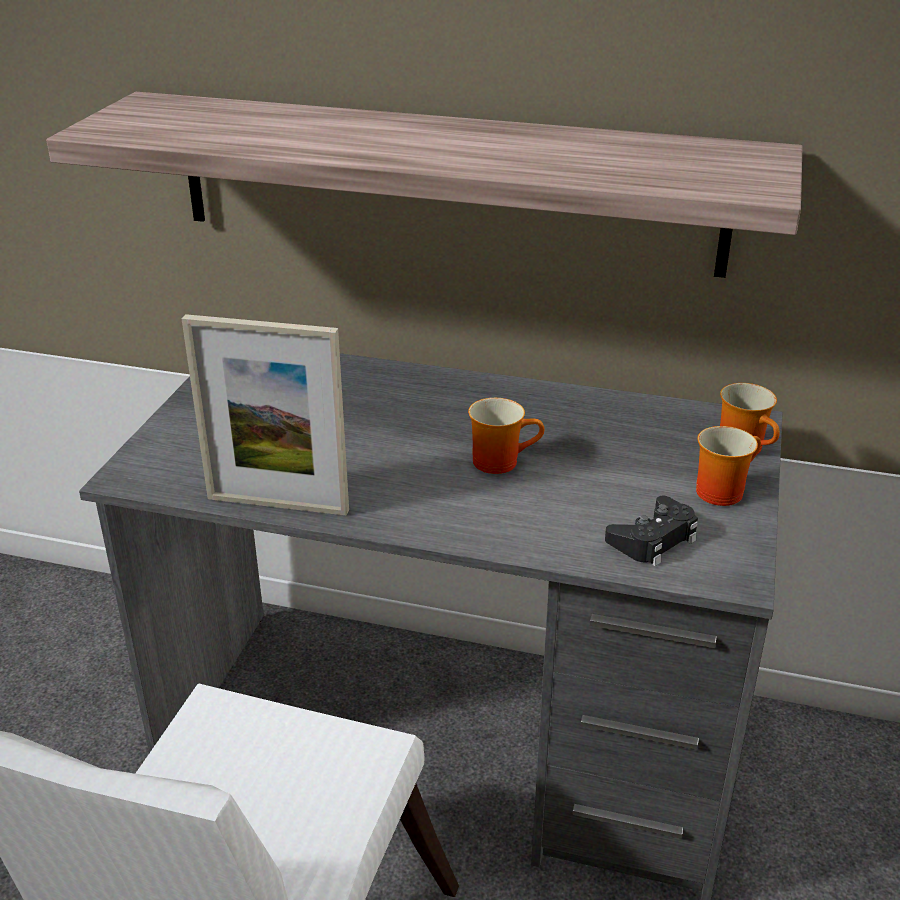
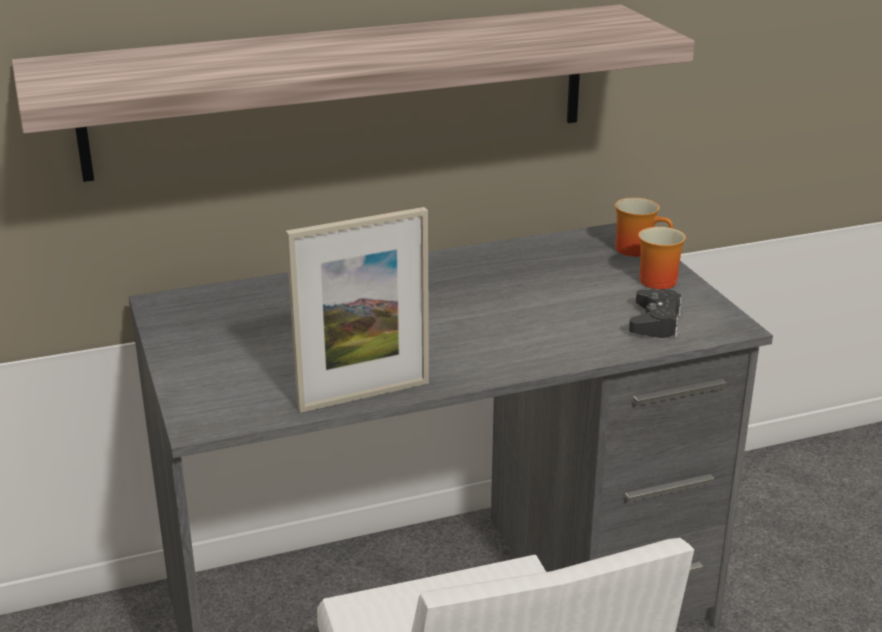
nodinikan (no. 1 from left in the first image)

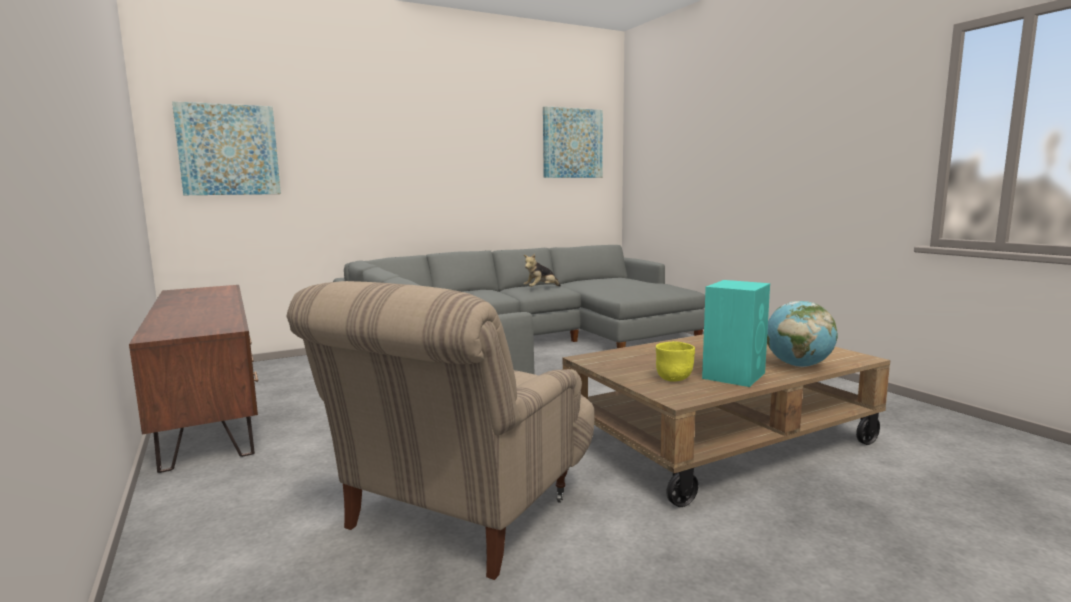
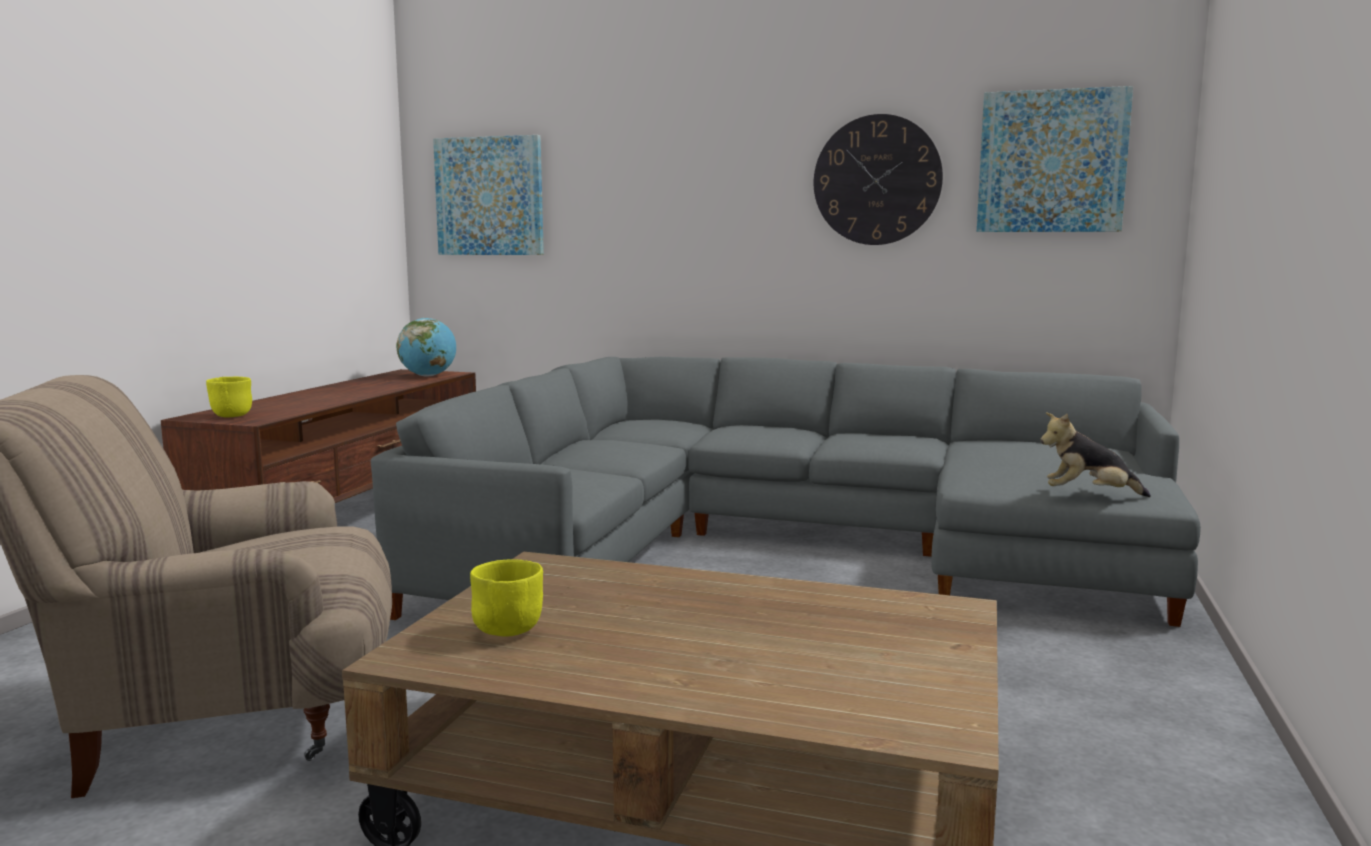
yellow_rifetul (no. 1 from left)
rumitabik
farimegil
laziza
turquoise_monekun

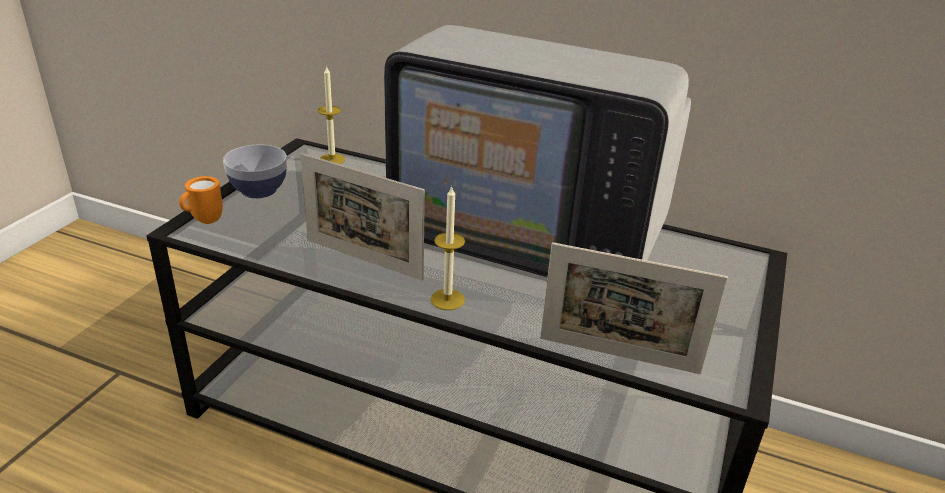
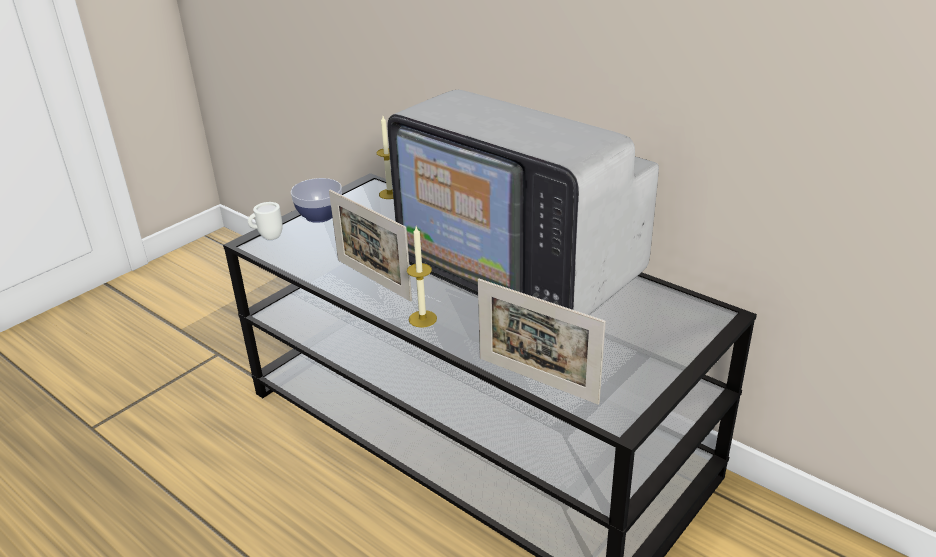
white_nodinikan

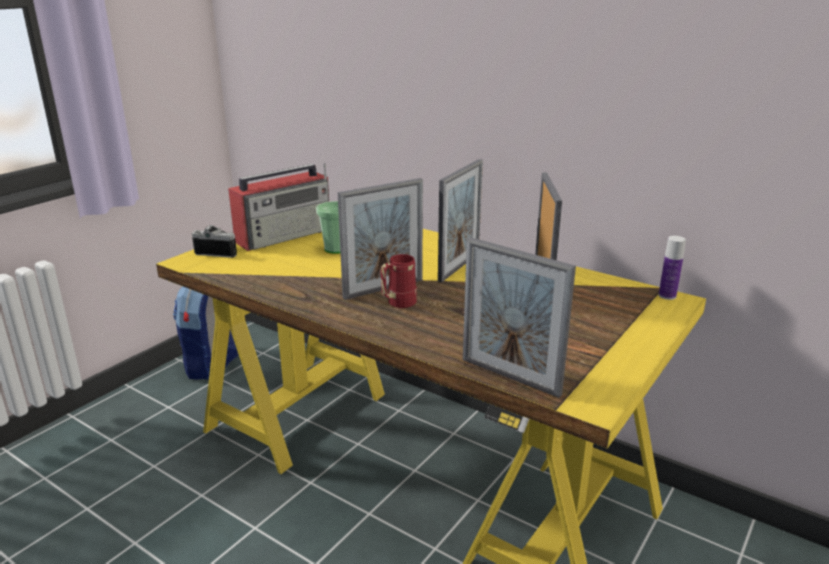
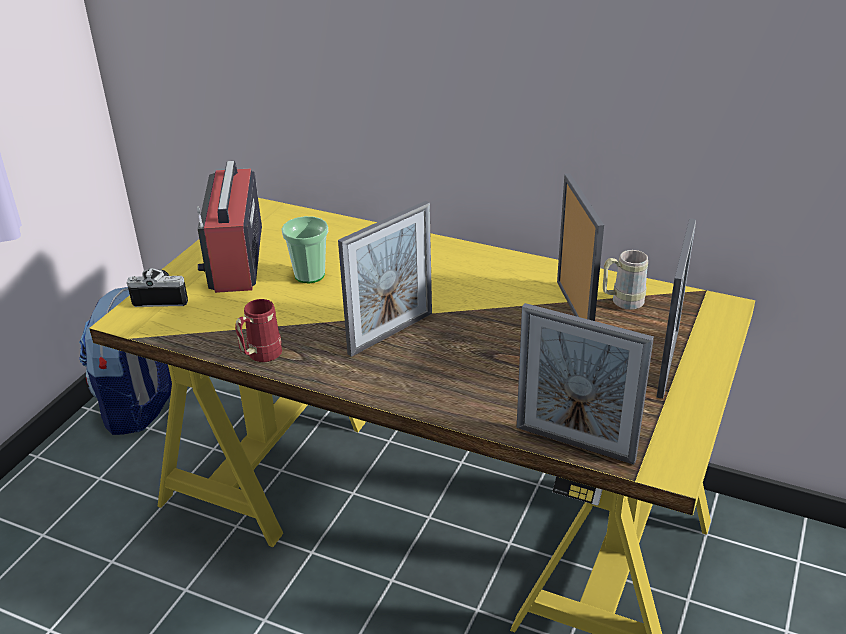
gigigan
red_nodinikan
beige_nodinikan
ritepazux (no. 4 from left)
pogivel

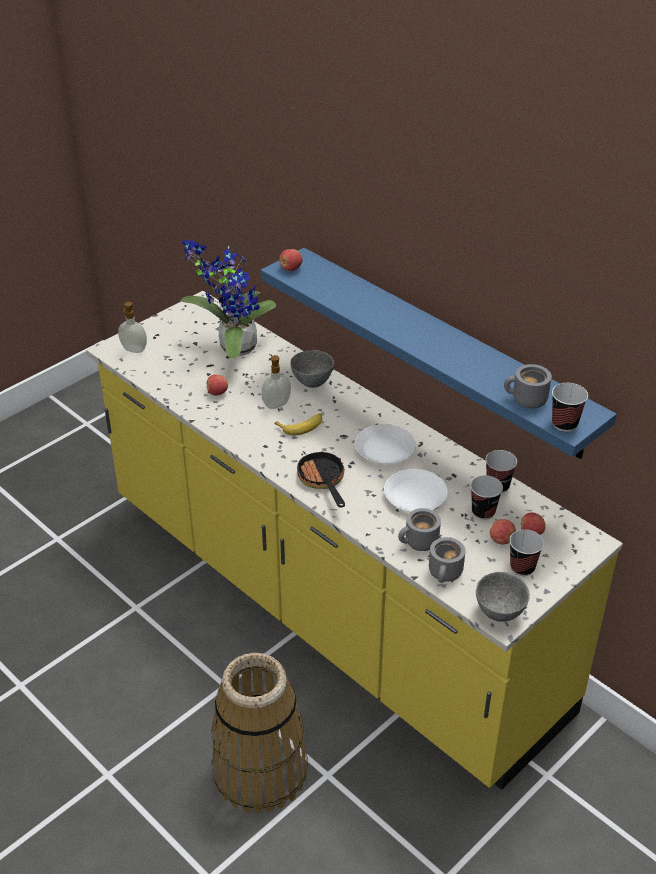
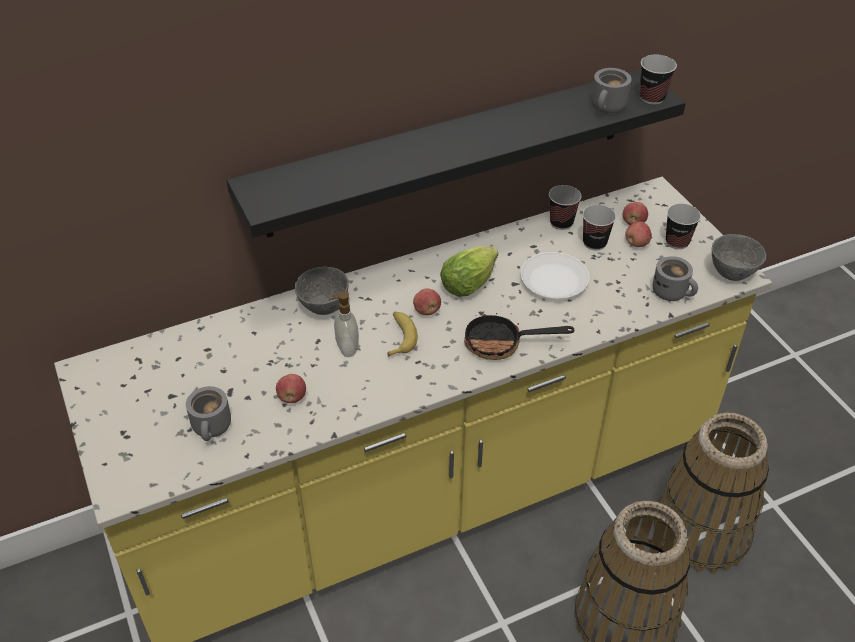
grey_nodinikan (no. 1 from left)
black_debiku
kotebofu (no. 2 from left)
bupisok
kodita (no. 2 from left)
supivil (no. 1 from left in the first image)
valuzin

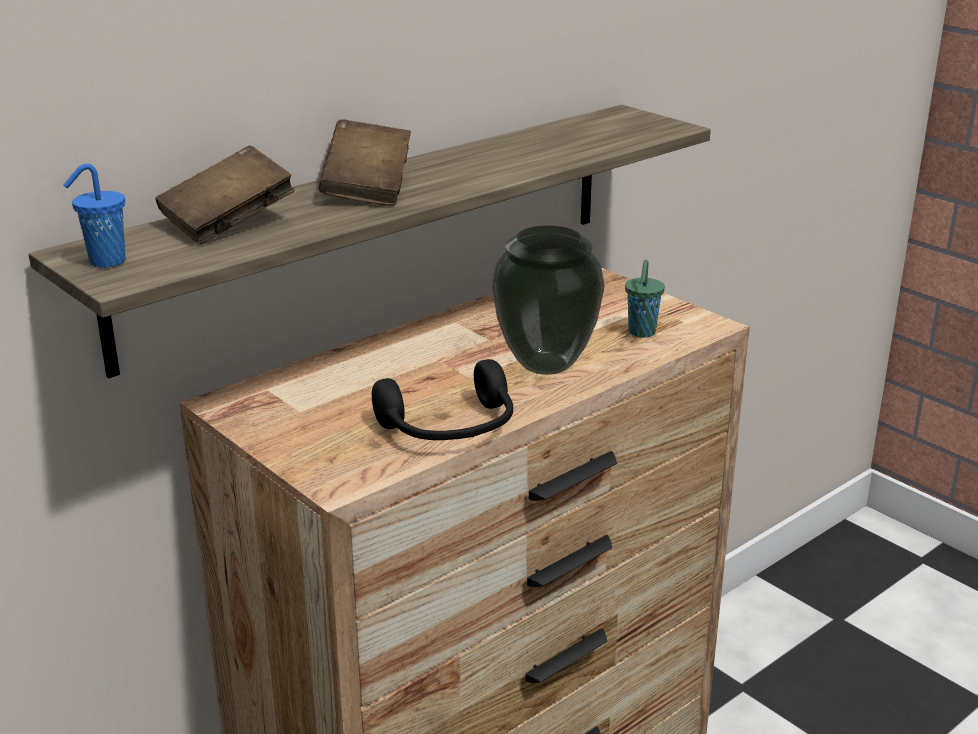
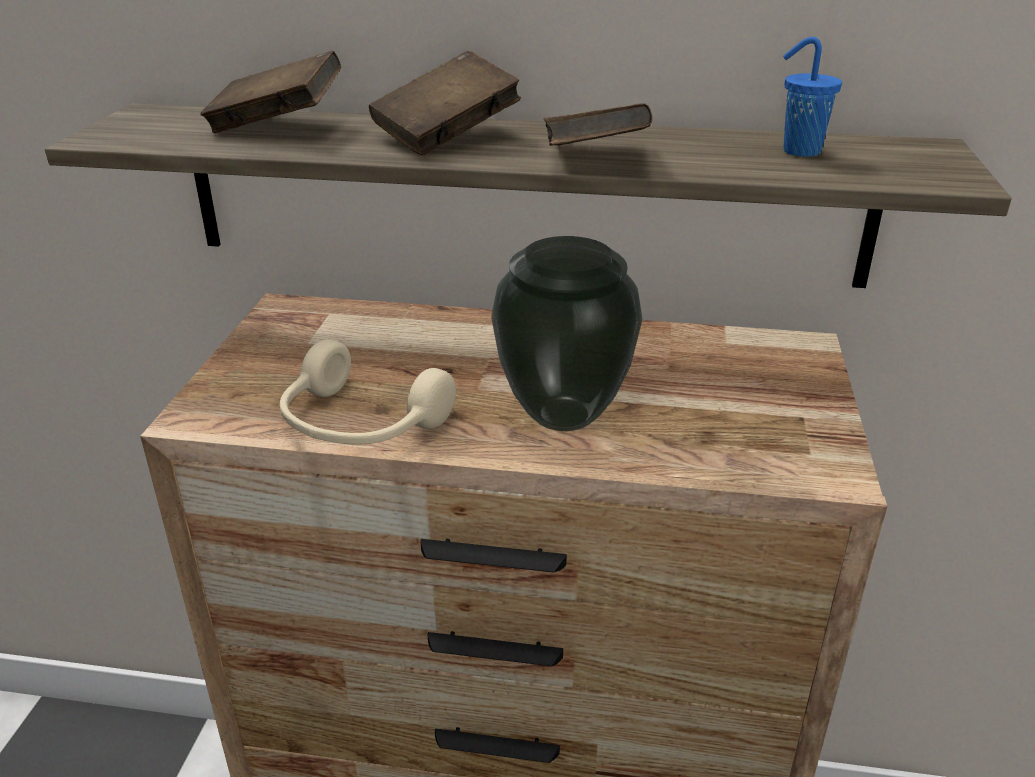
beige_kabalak
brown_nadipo (no. 3 from left)
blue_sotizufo
green_sotizufo

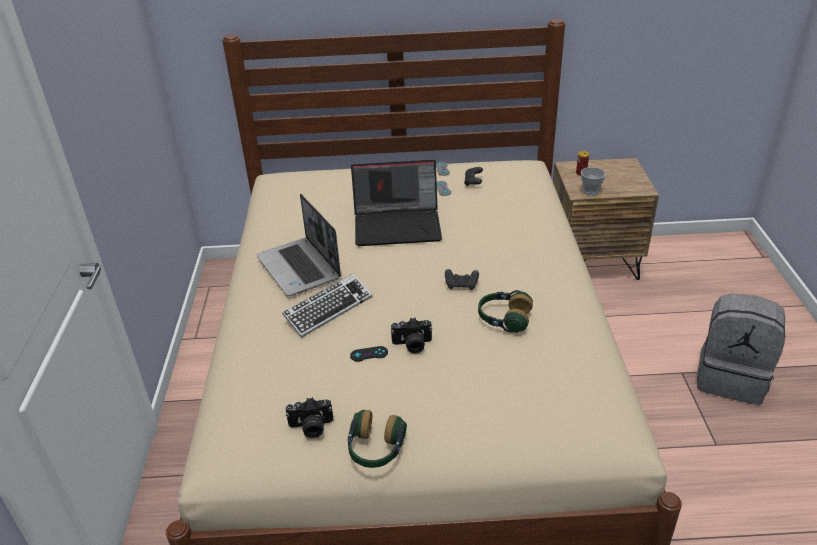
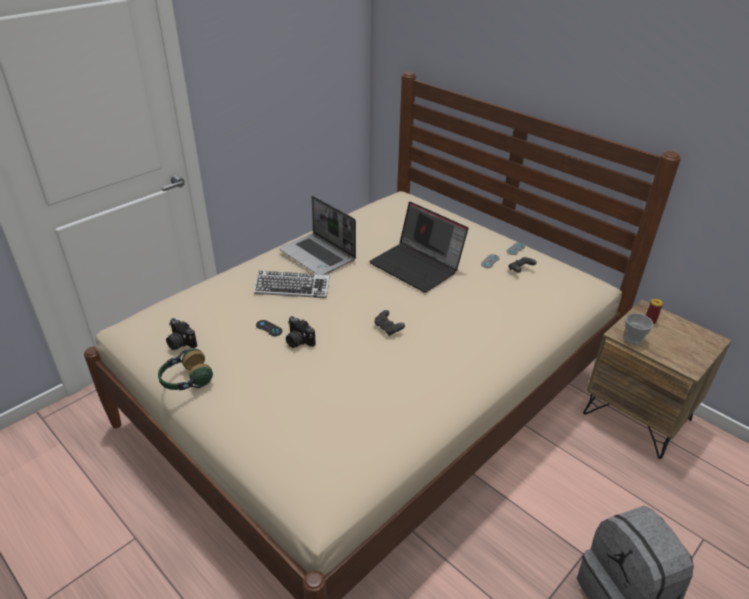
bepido (no. 1 from left)
kabalak (no. 2 from left in the first image)

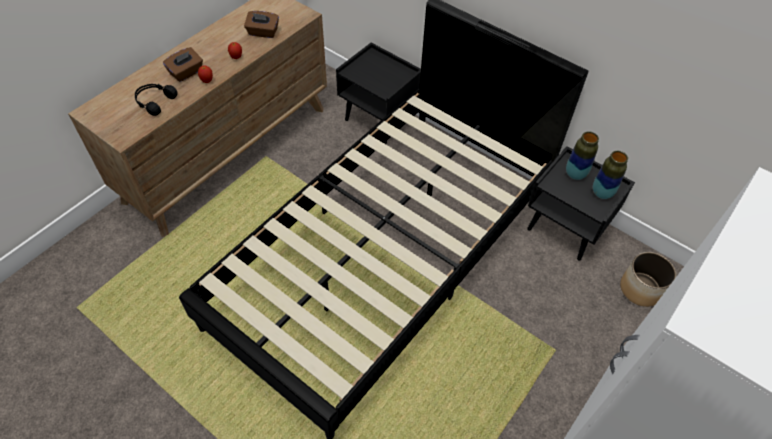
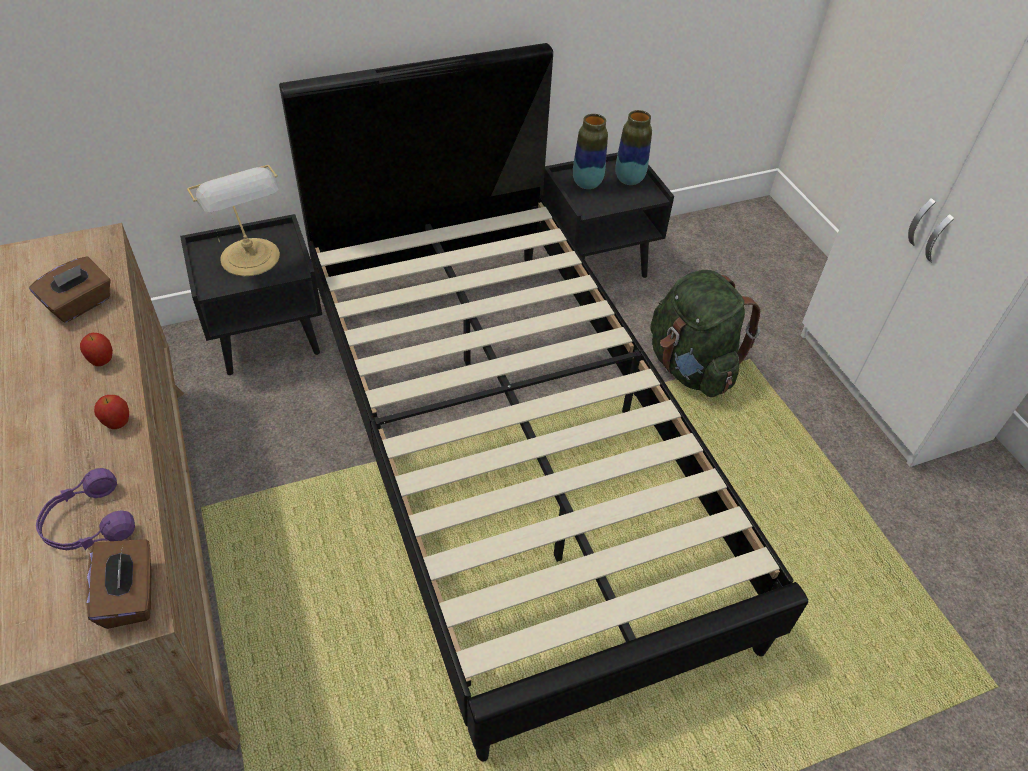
purple_kabalak
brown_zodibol (no. 2 from left)
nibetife
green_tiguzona
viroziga

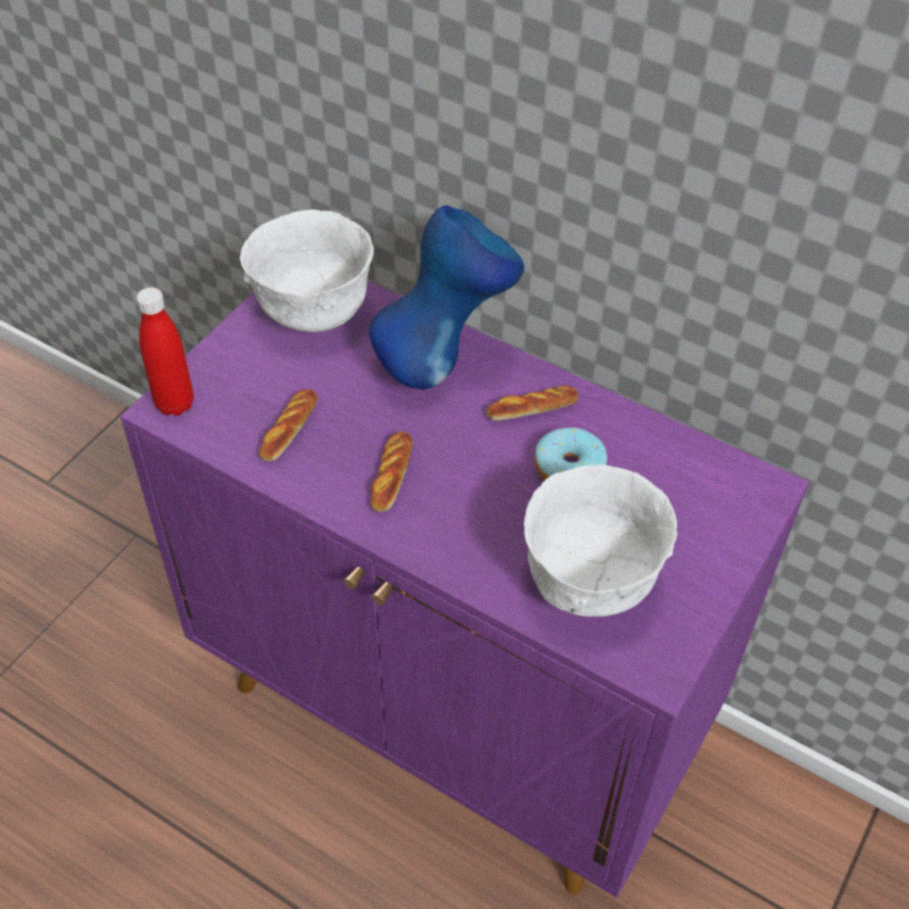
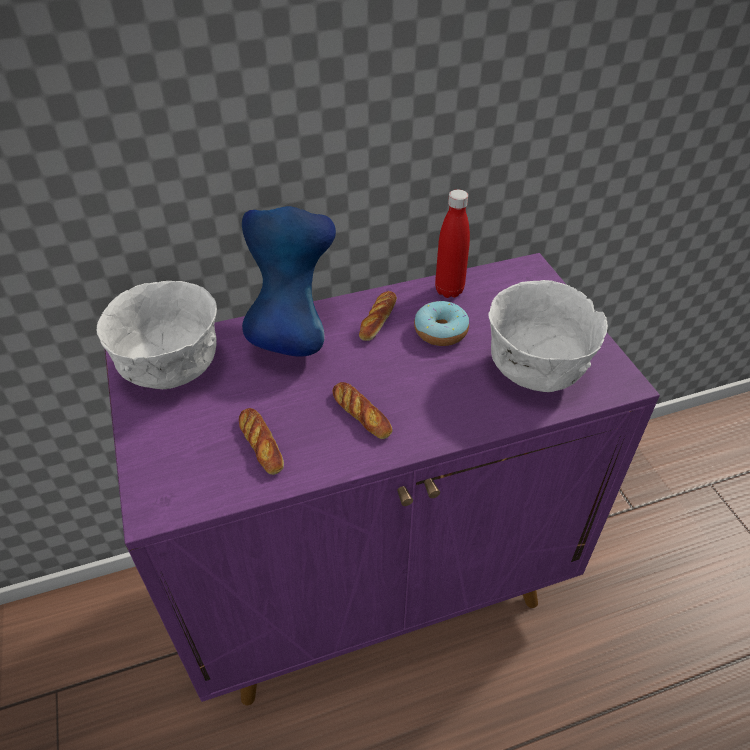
red_pogivel

